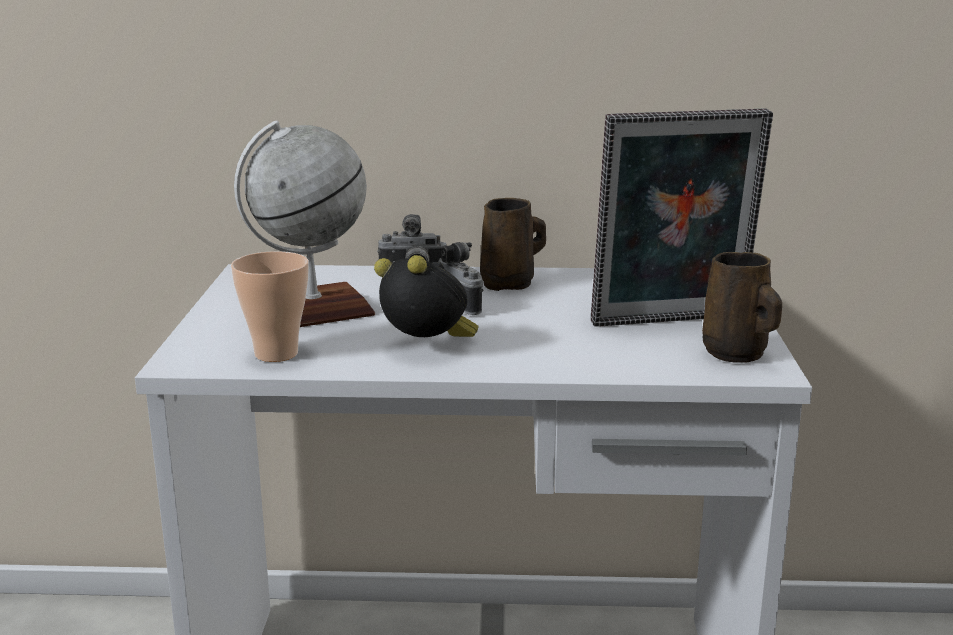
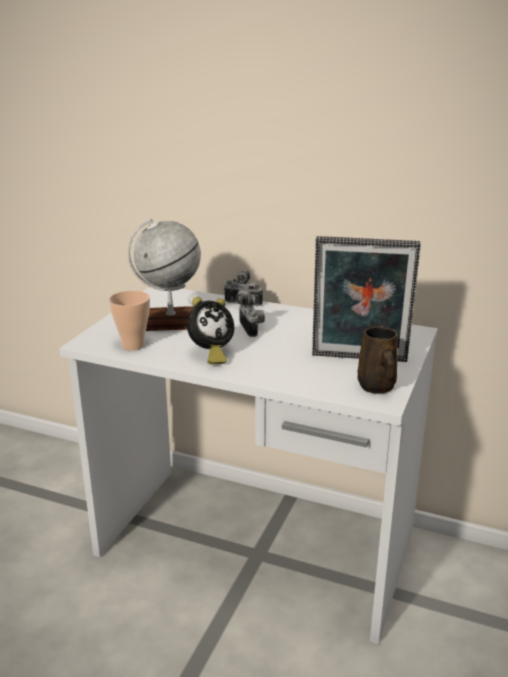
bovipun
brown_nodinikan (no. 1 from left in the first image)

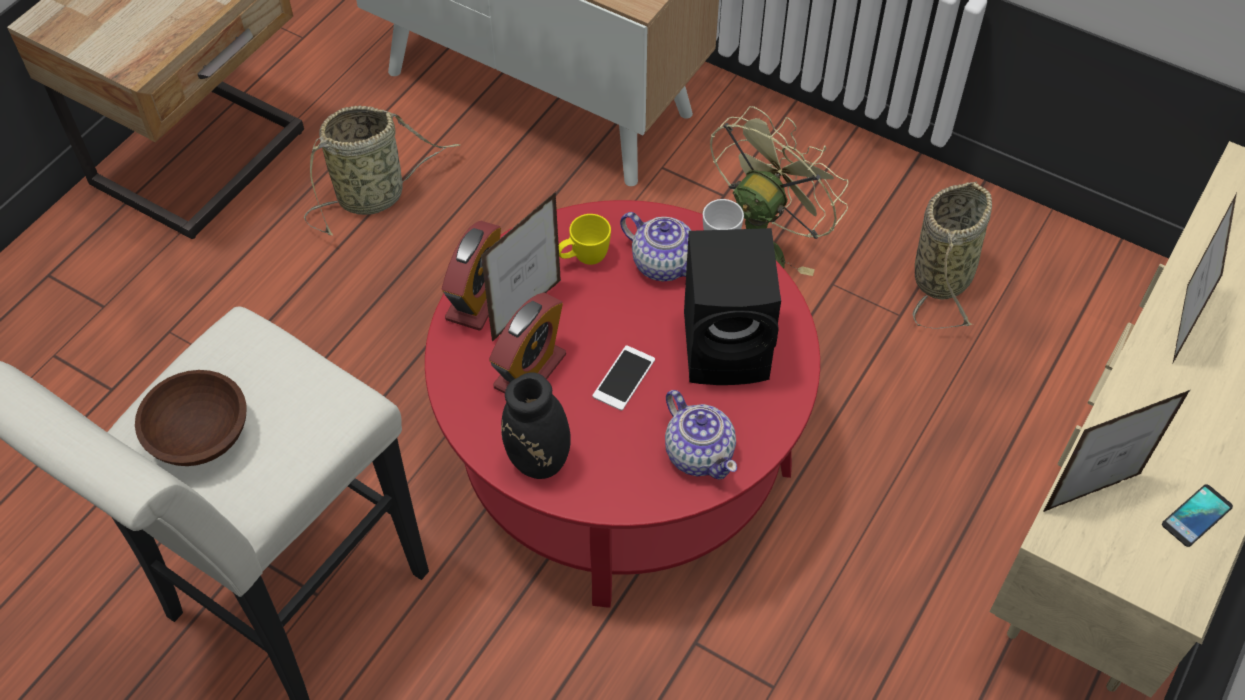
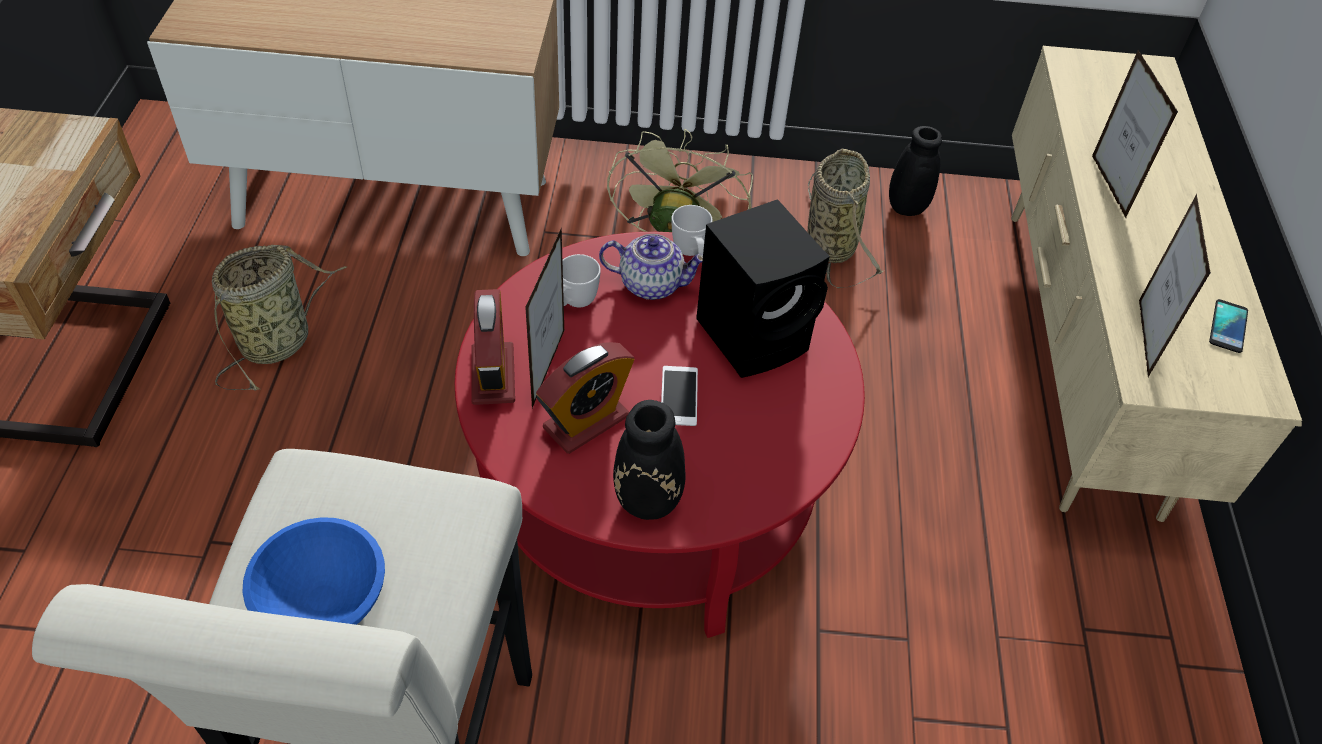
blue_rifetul
bovipun (no. 2 from left)
white_nodinikan (no. 1 from left)
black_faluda (no. 2 from left)
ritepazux (no. 3 from left)
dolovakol (no. 2 from left in the first image)

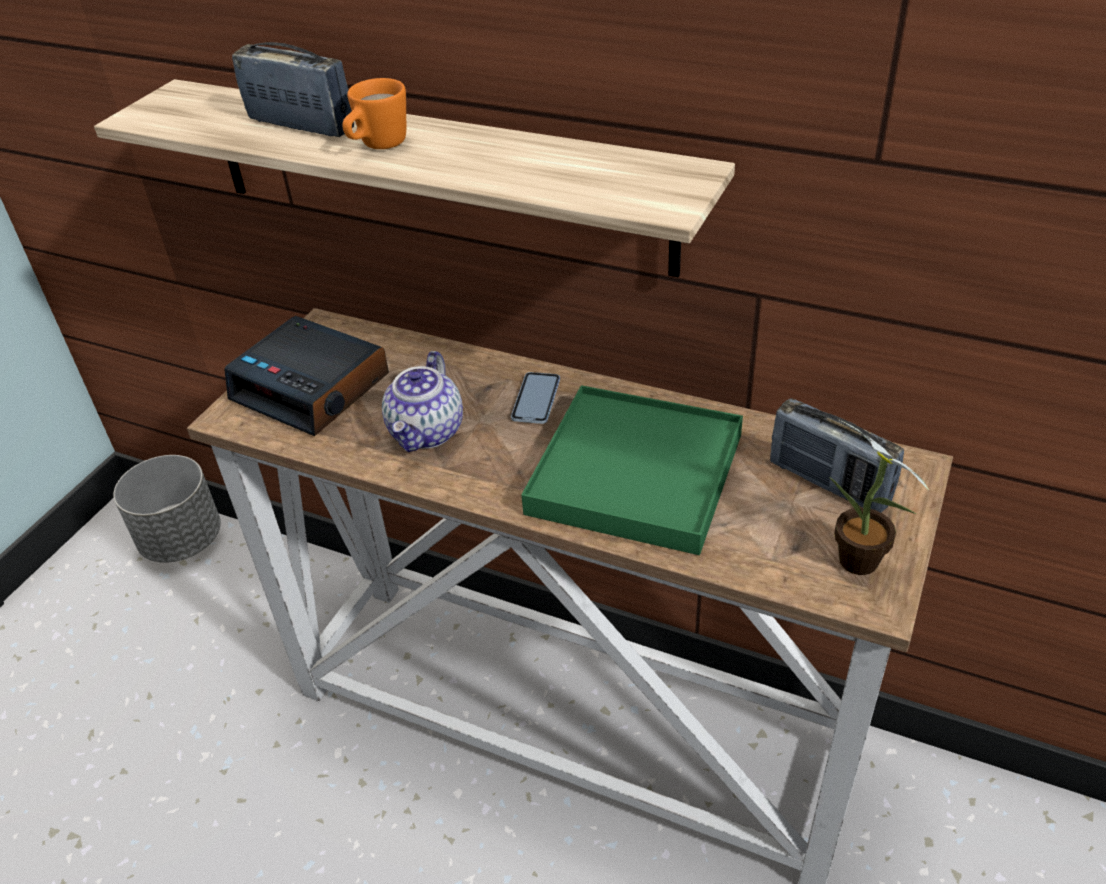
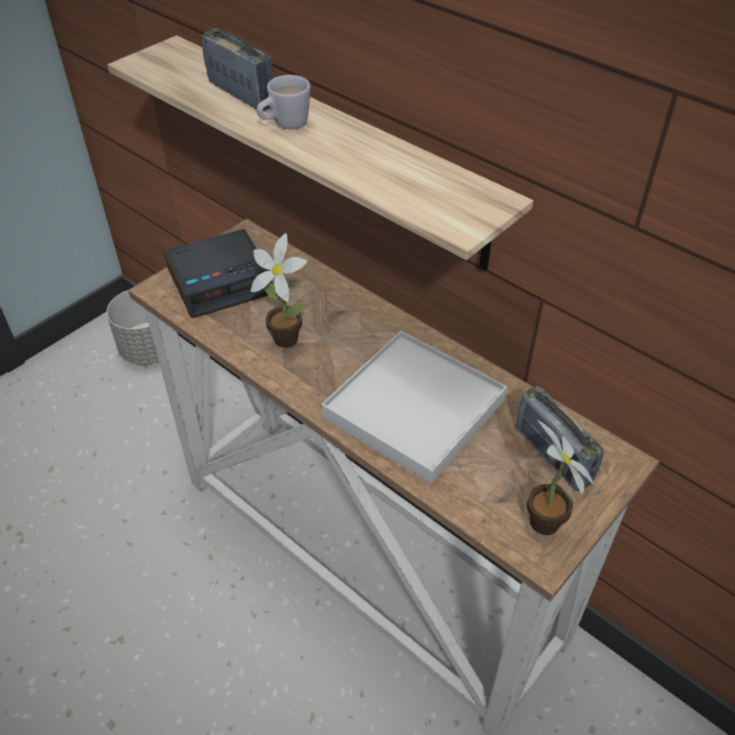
bovipun
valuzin (no. 1 from left)
white_nodinikan
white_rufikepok
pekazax

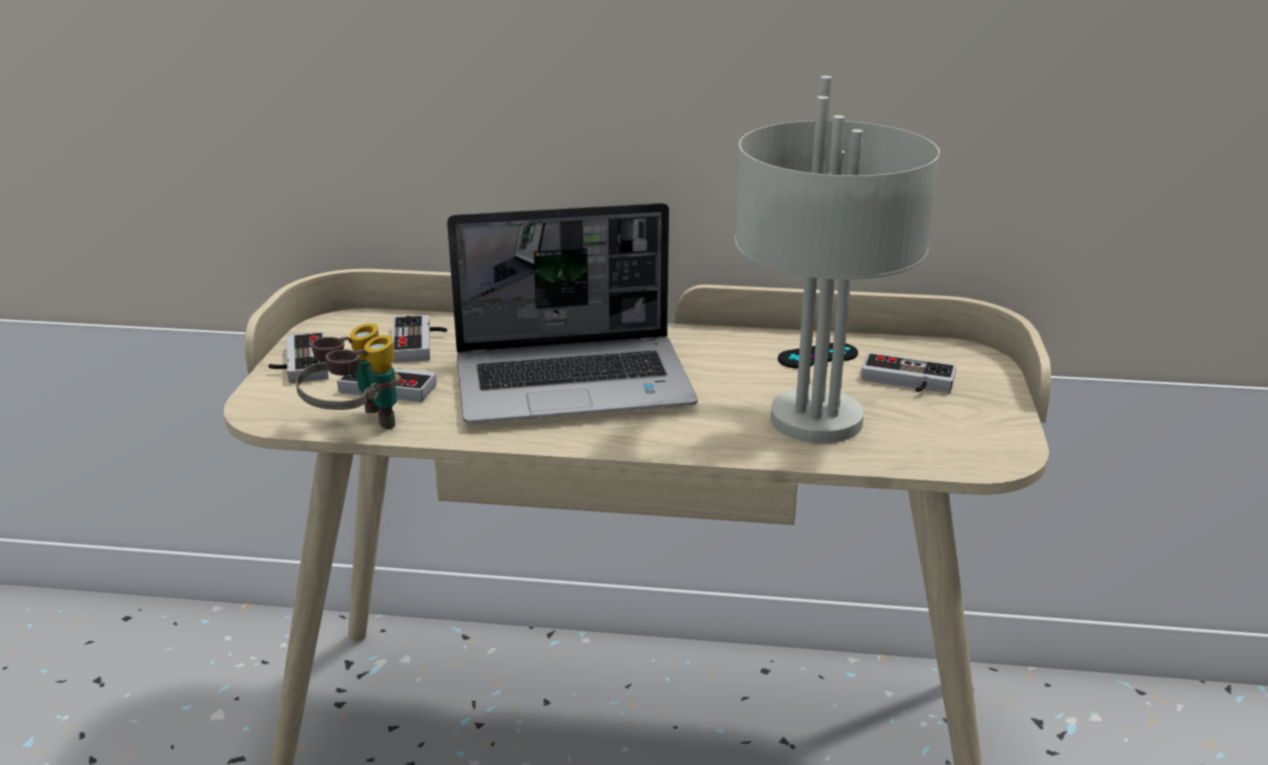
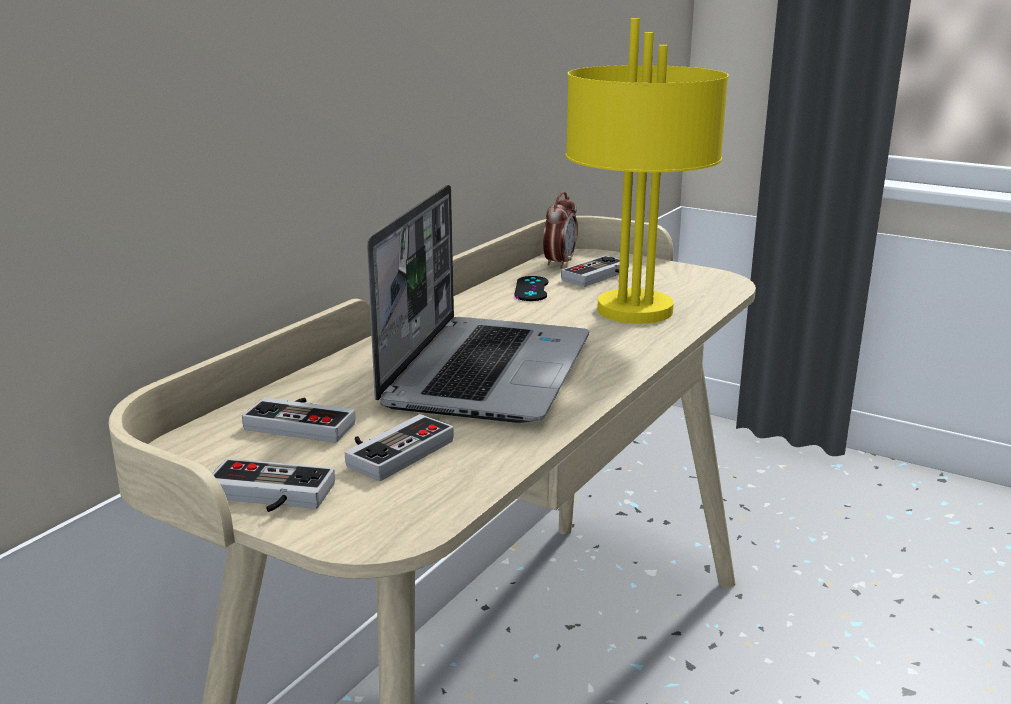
bovipun
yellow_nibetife
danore

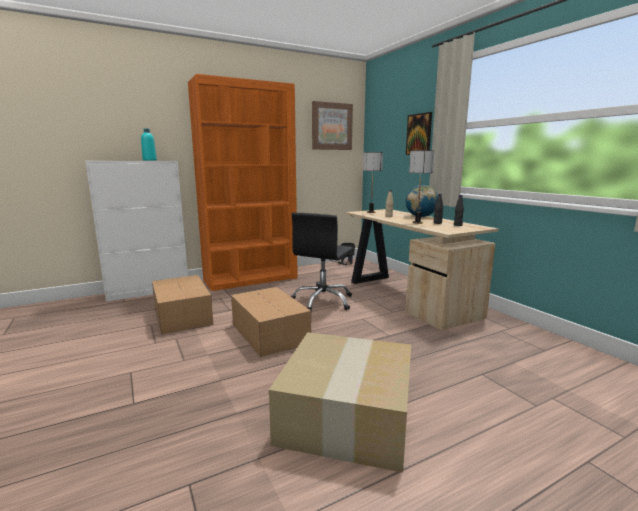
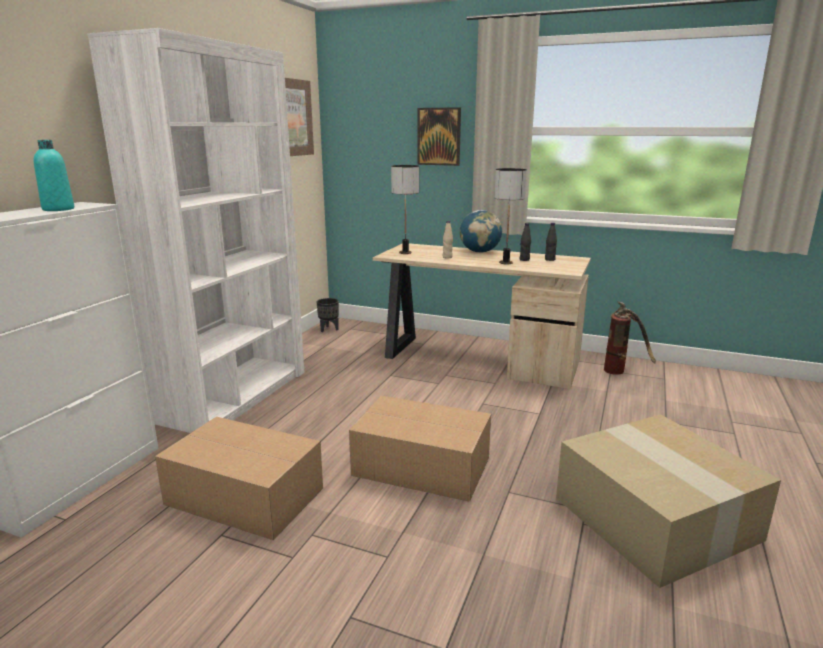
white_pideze
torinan
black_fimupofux

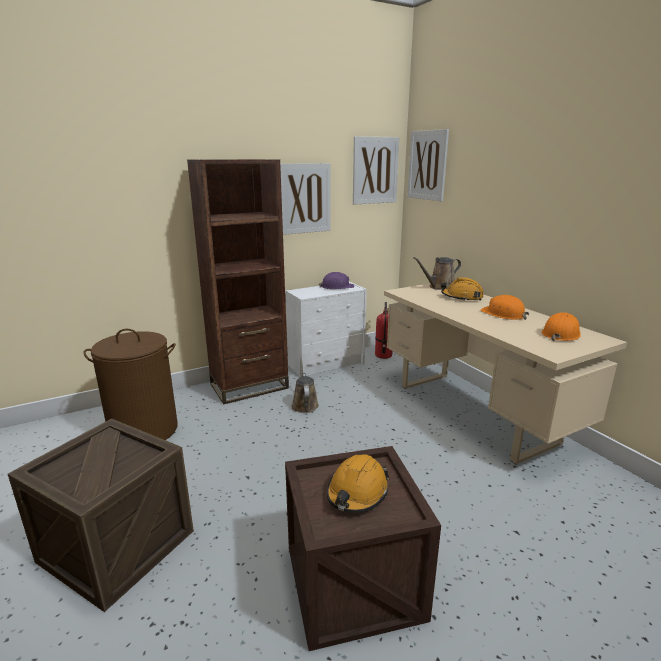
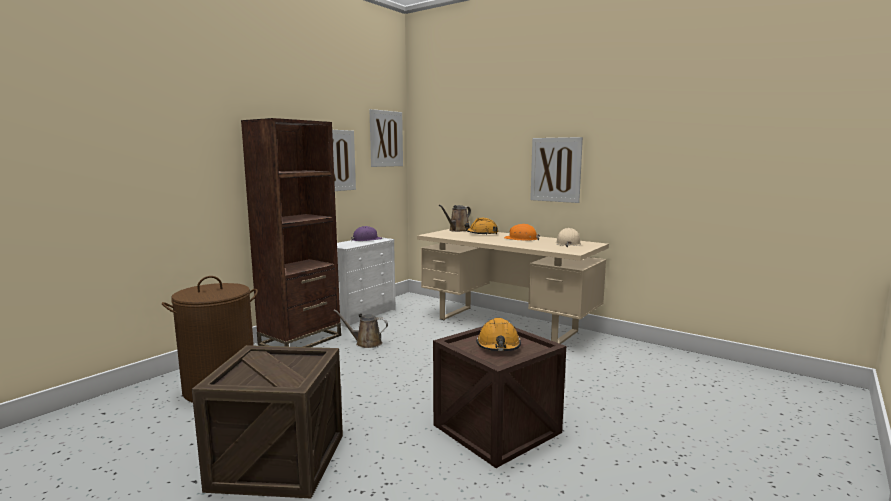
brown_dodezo (no. 1 from left)
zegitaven (no. 3 from left)
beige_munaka
torinan

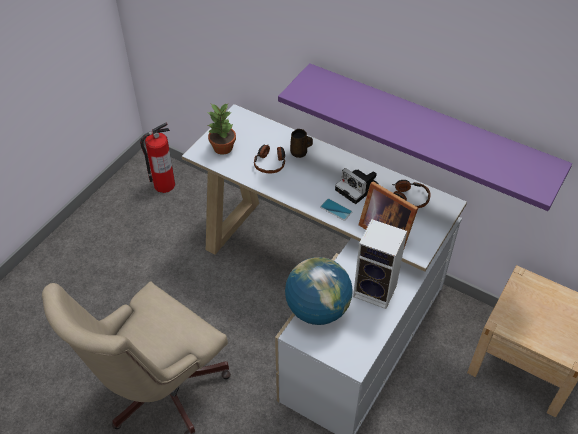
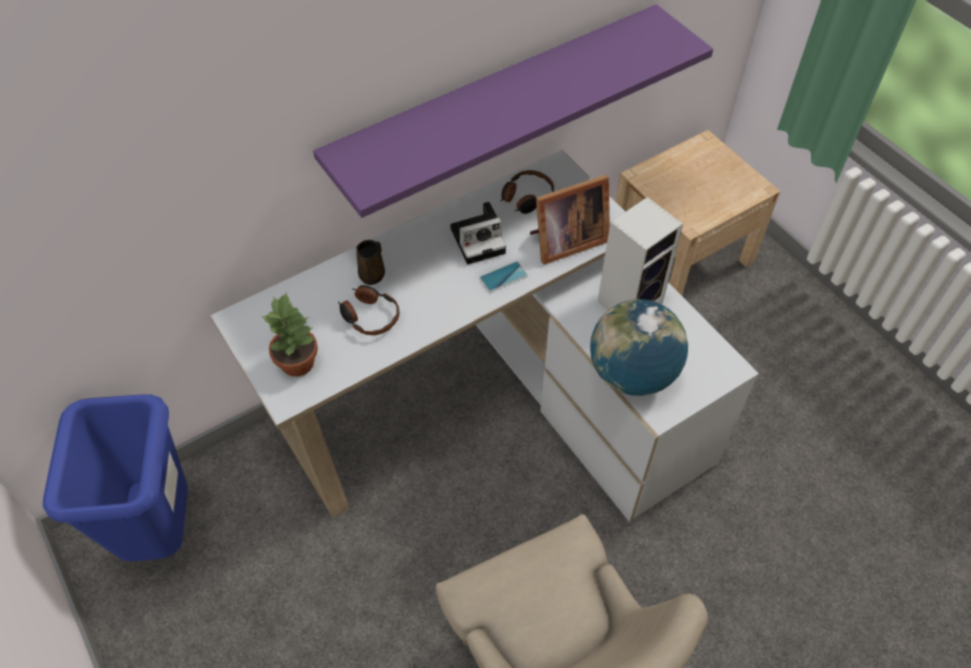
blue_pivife

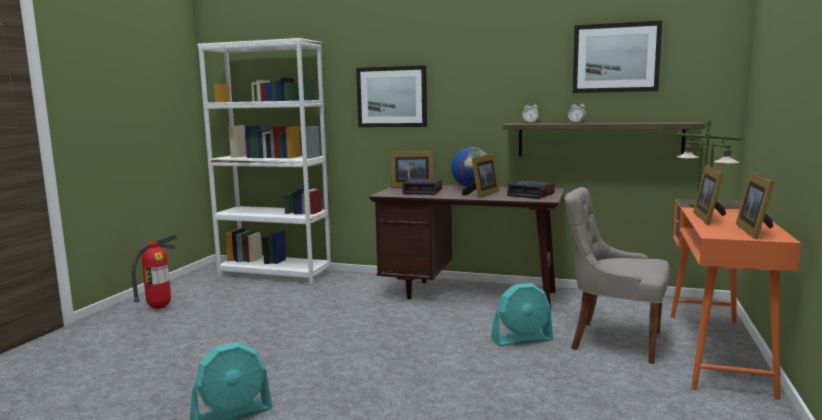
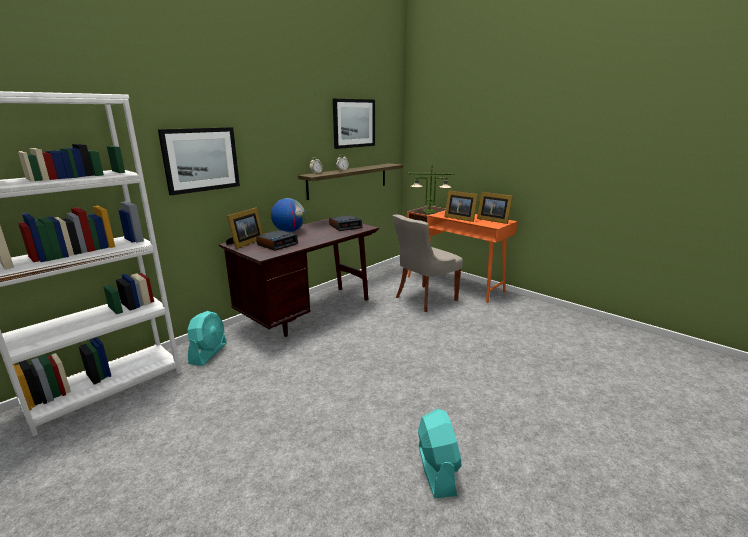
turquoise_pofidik (no. 1 from left)
torinan
ritepazux (no. 2 from left in the first image)

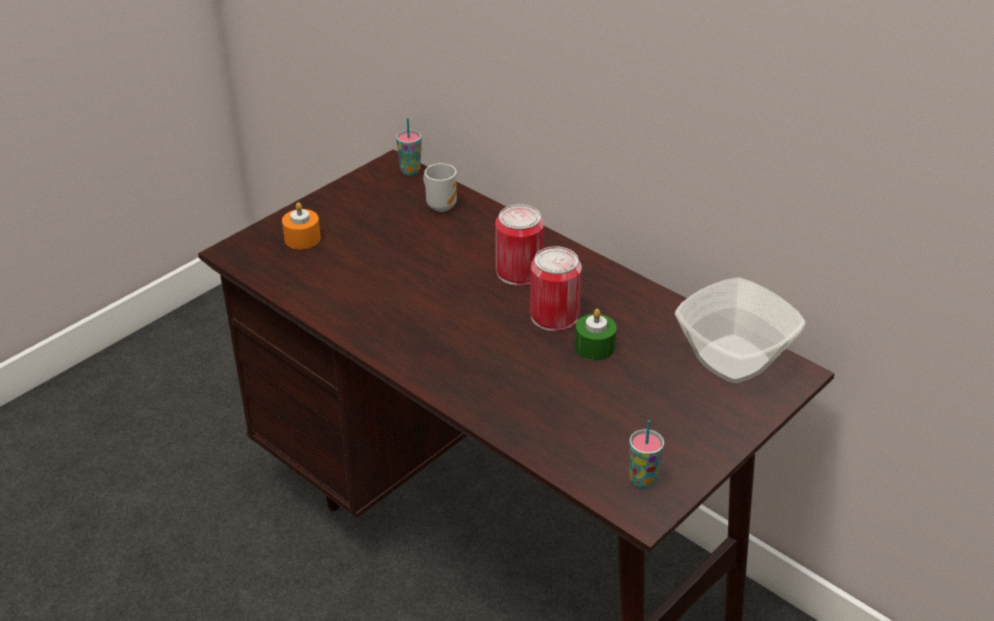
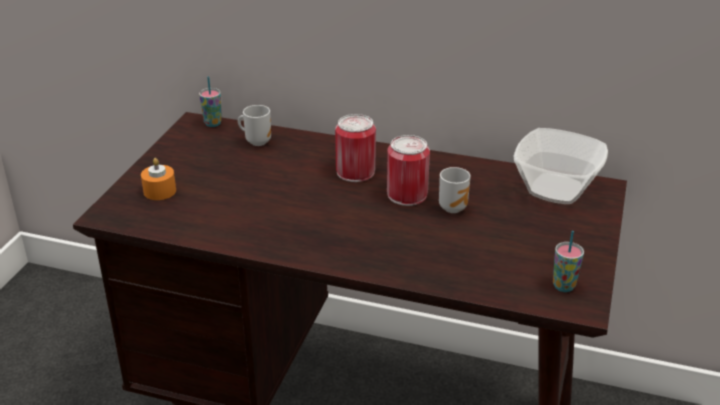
nodinikan (no. 2 from left)

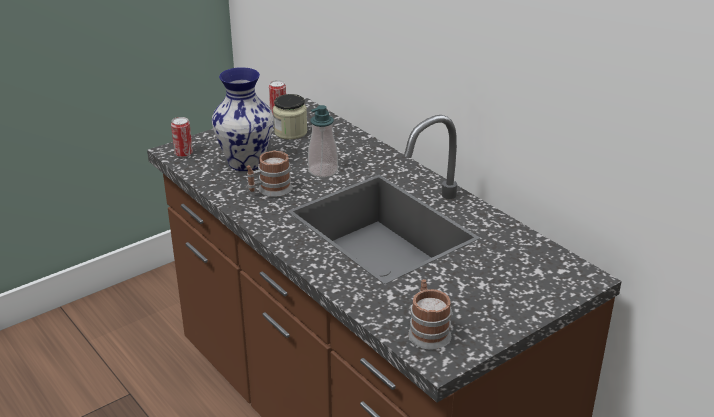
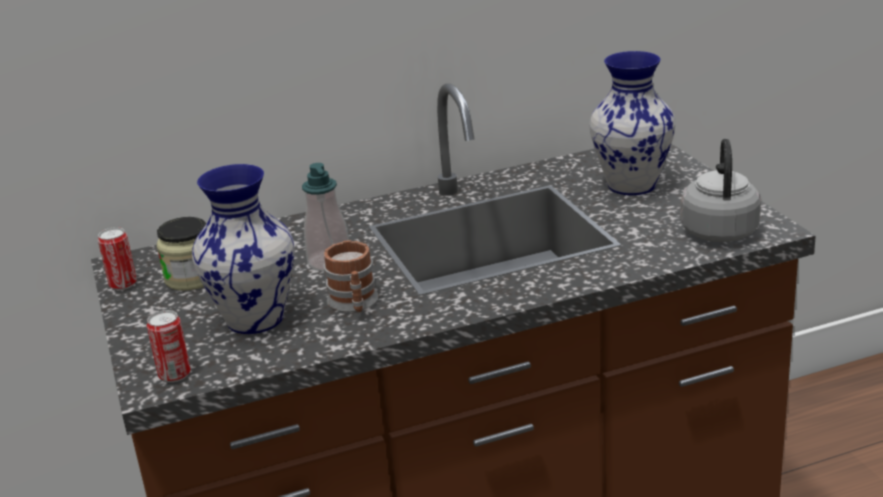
faluda (no. 2 from left)
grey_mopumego

